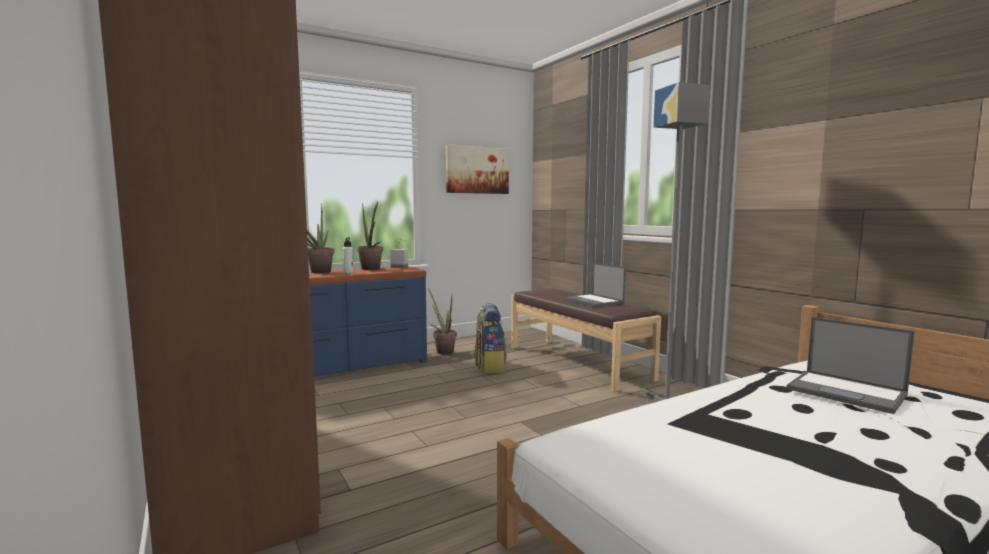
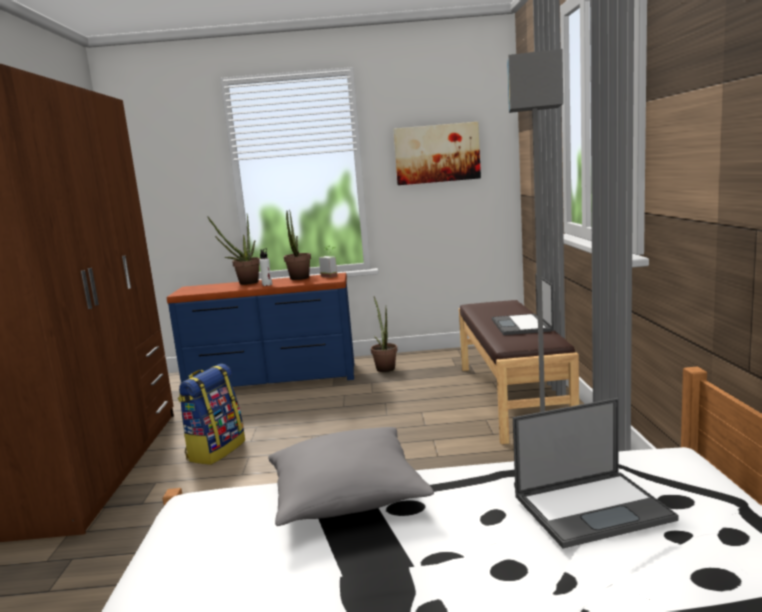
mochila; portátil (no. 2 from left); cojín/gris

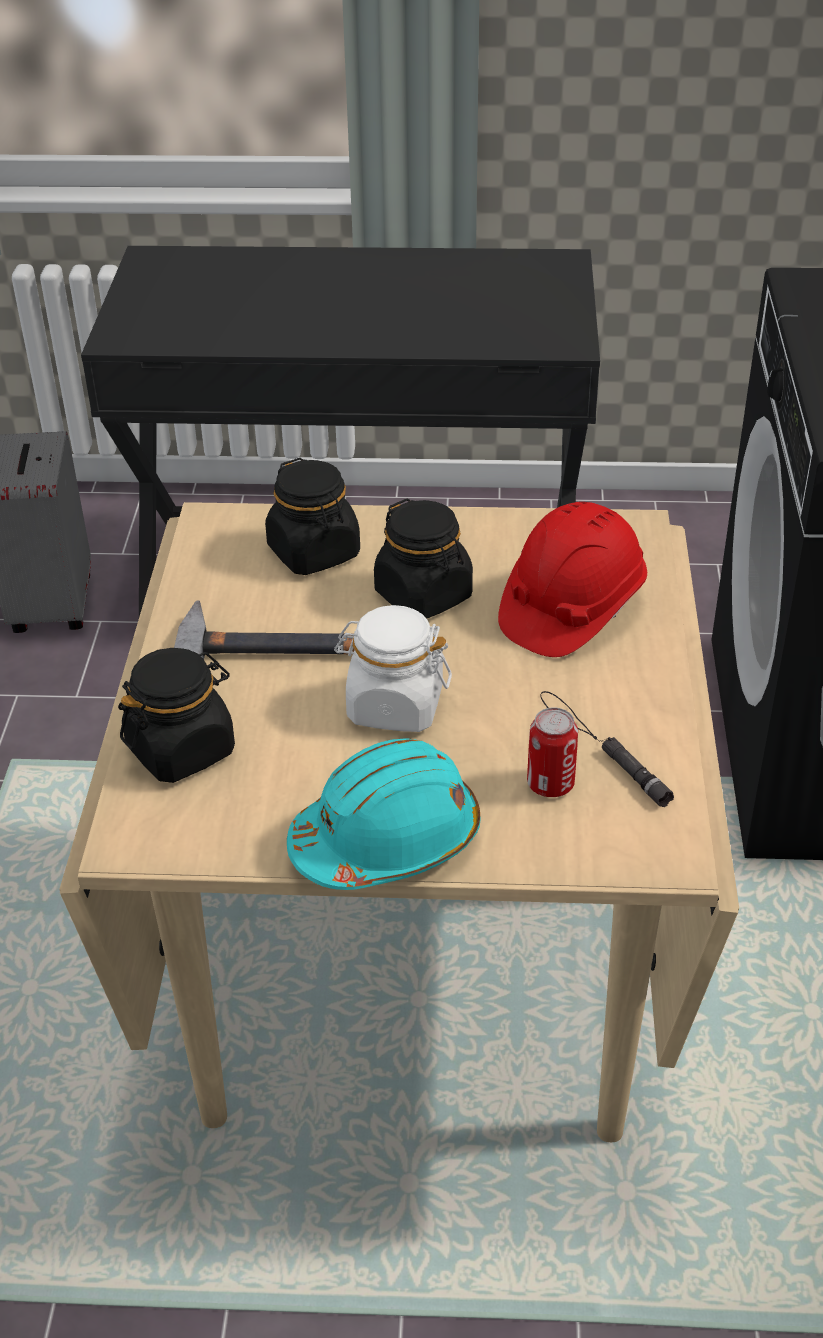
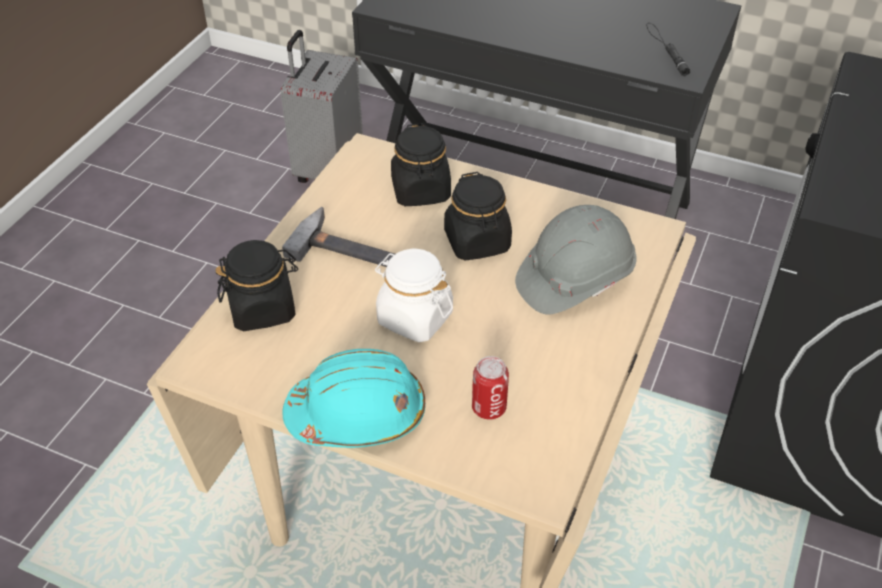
casco/gris; linterna/negro

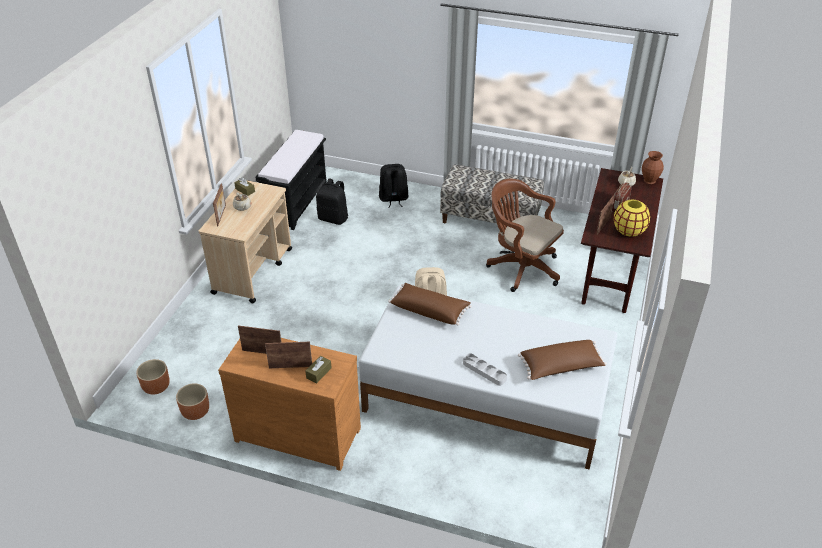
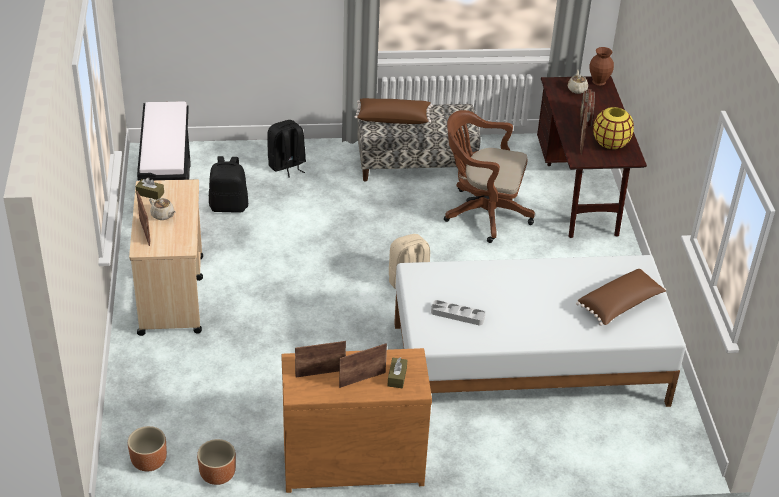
cojín/marrón (no. 1 from left); bandeja/gris

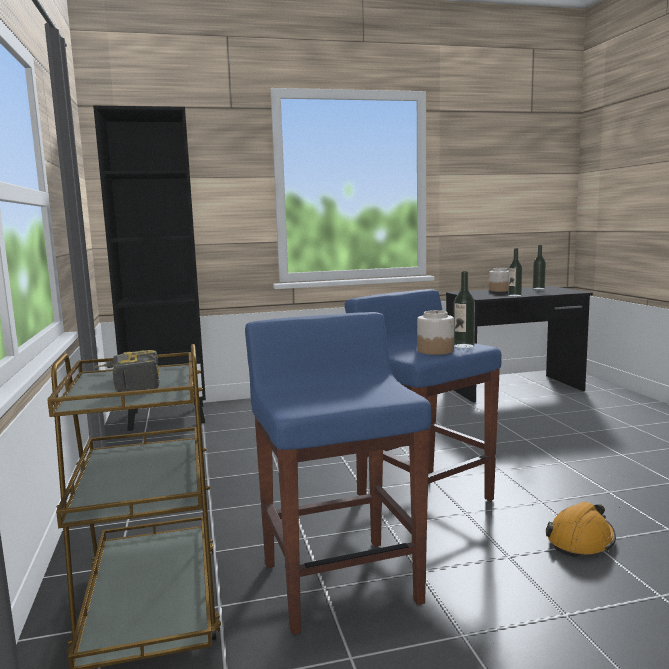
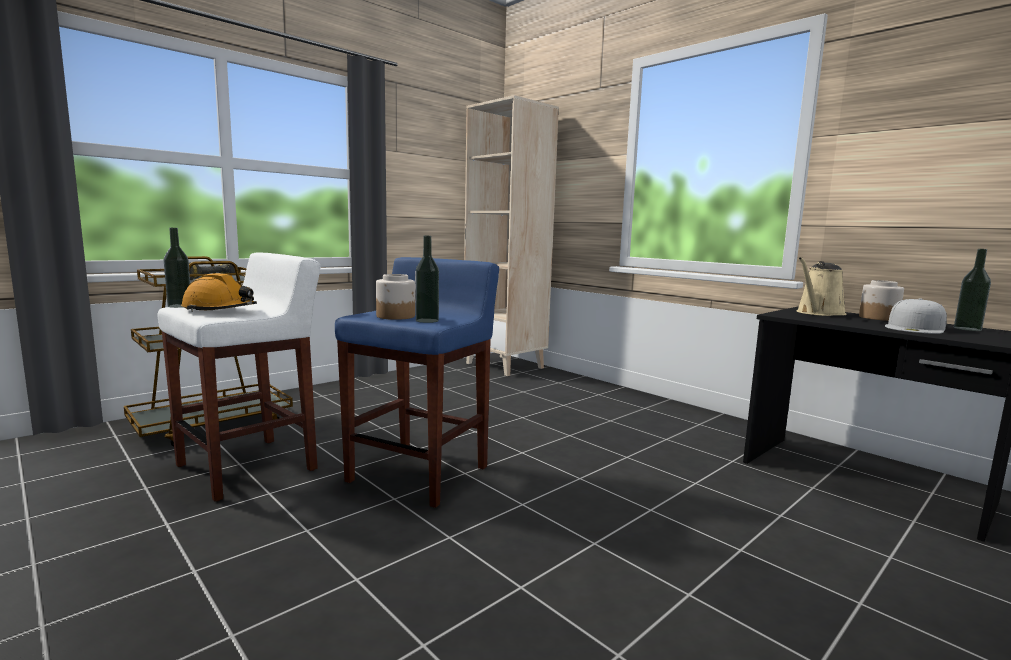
estantería/beis; botella (no. 1 from left); taburete/blanco; casco/naranja; regadera/beis; gorra/blanco

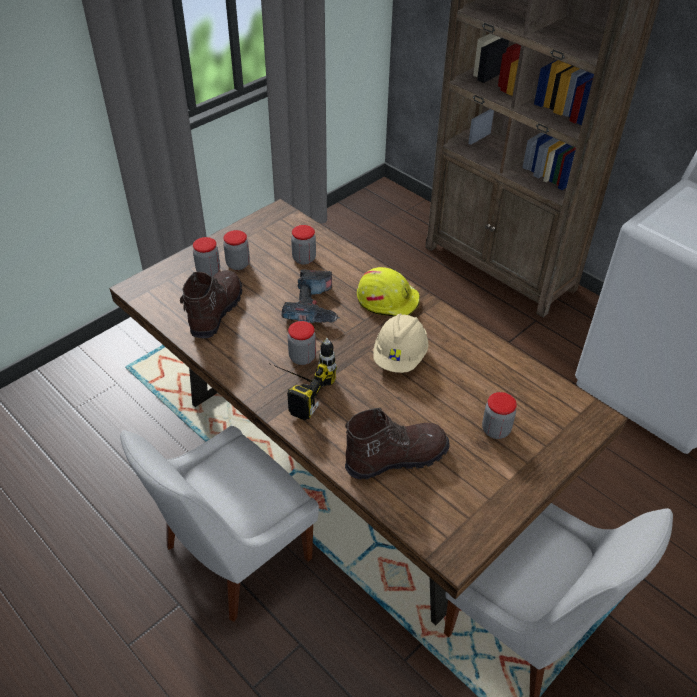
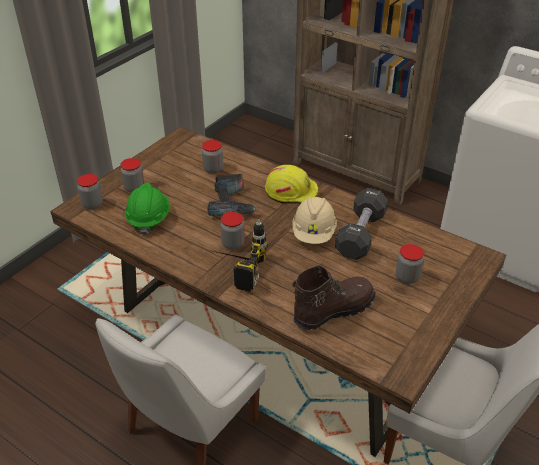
tarro (no. 1 from left); casco/verde; mancuerna/negro

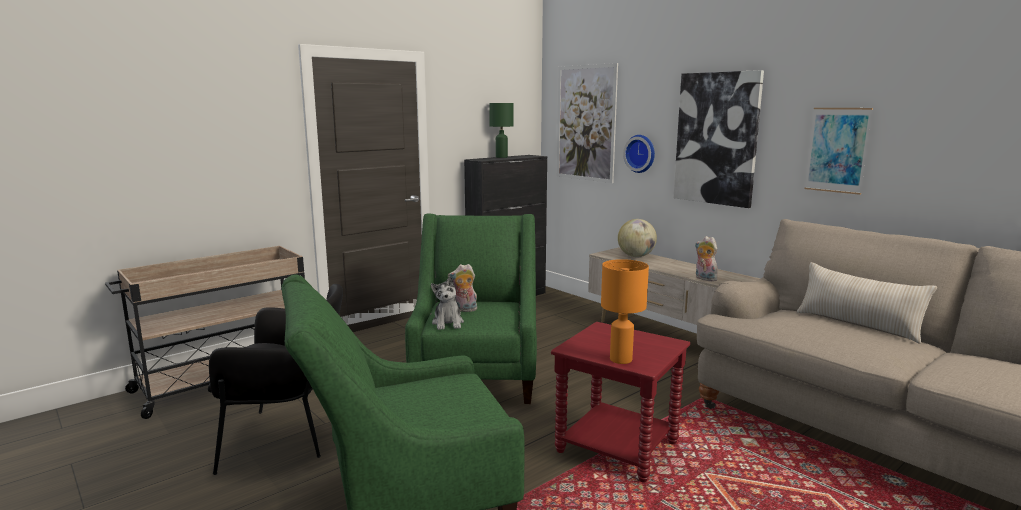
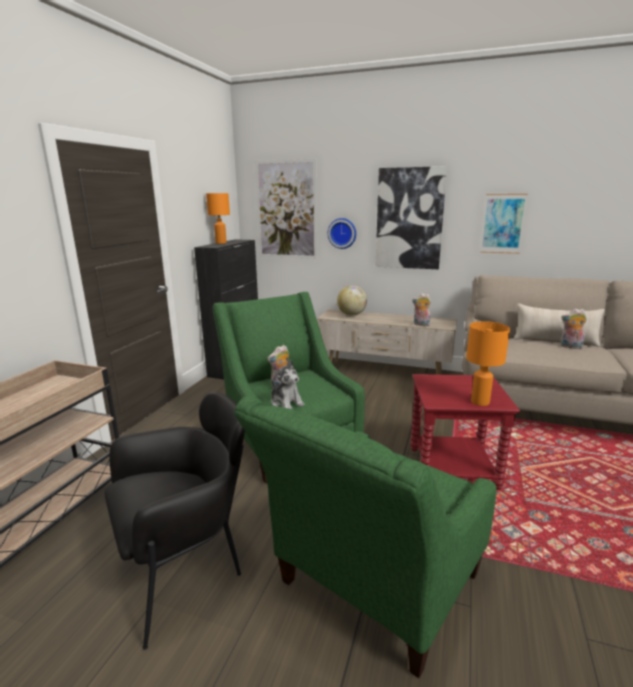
lámpara de mesa/naranja (no. 1 from left); peluche (no. 4 from left)

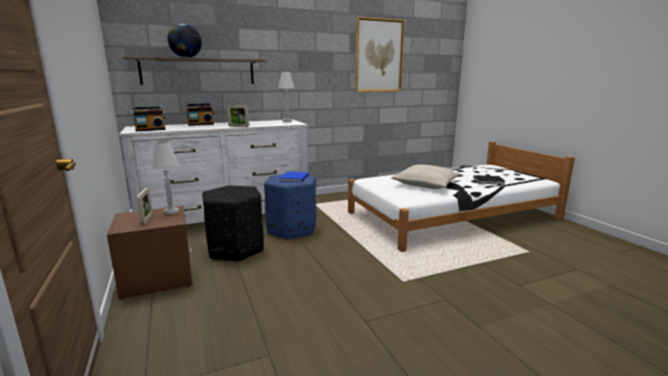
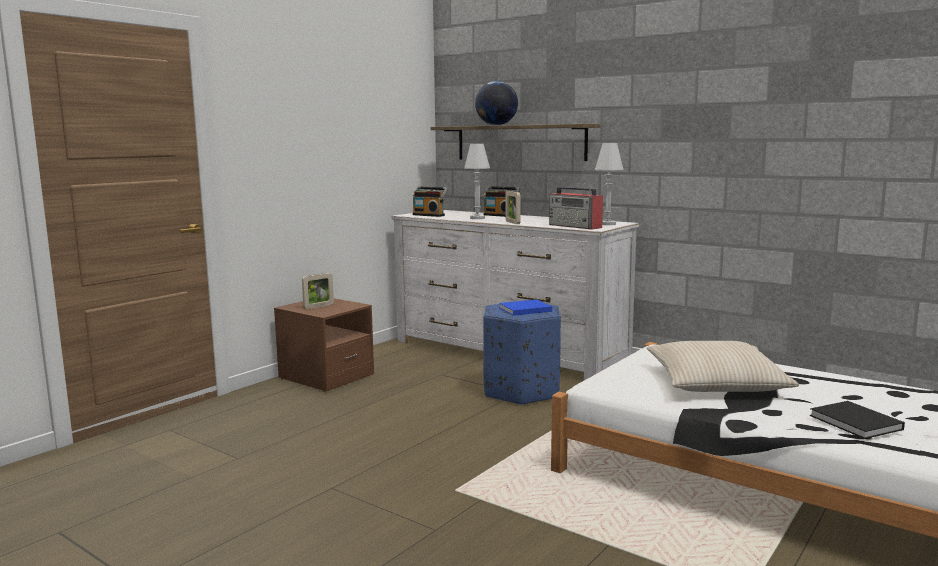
cuadro; lámpara de mesa/blanco (no. 1 from left); puf/negro; radio (no. 3 from left)

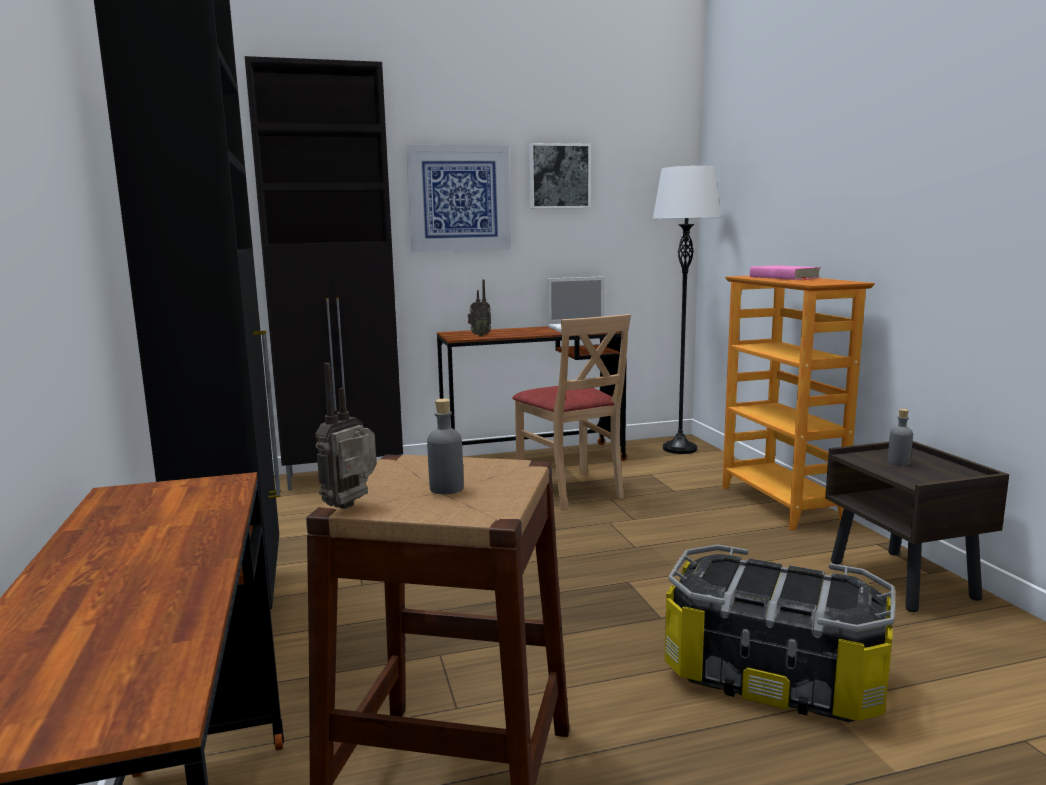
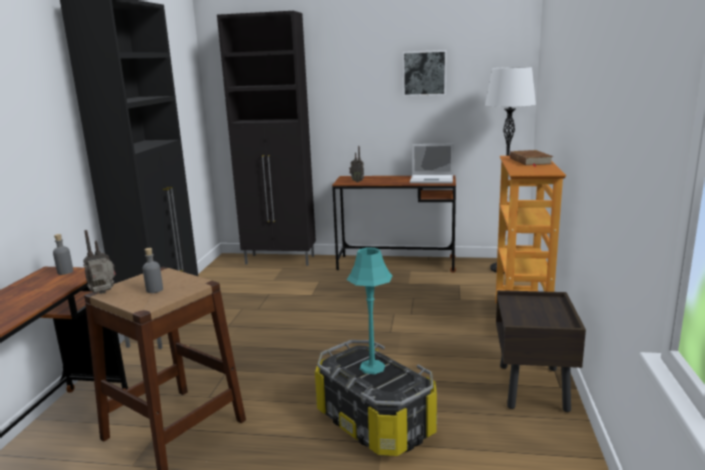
cuadro (no. 1 from left in the first image); libro/marrón; silla/beis; botella/gris (no. 1 from left); lámpara de mesa/turquesa

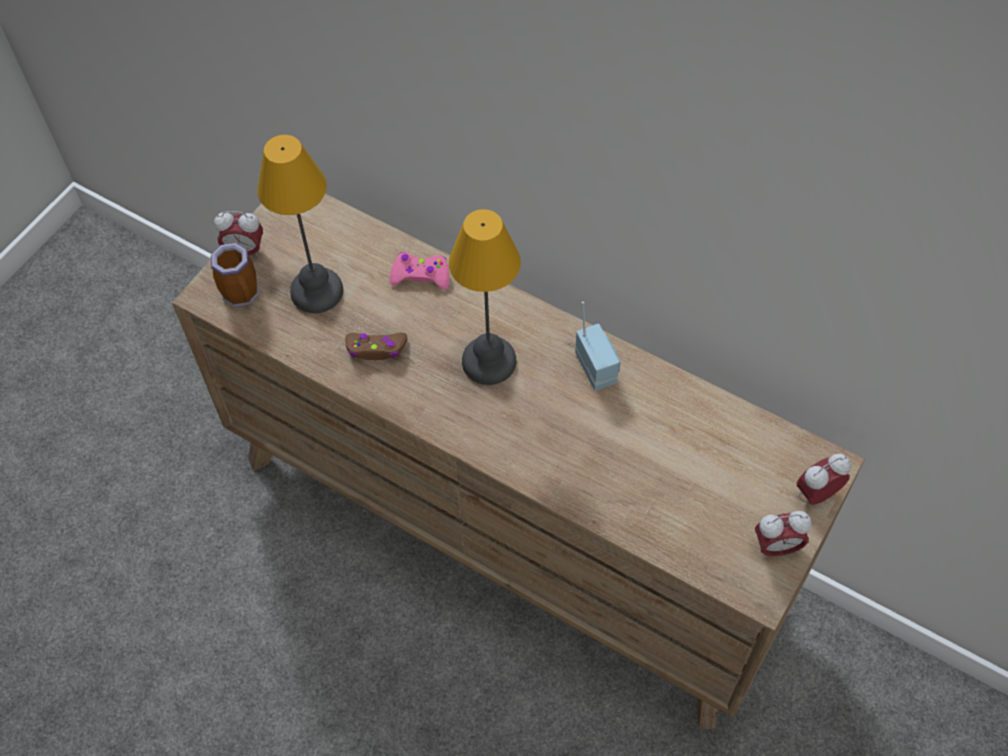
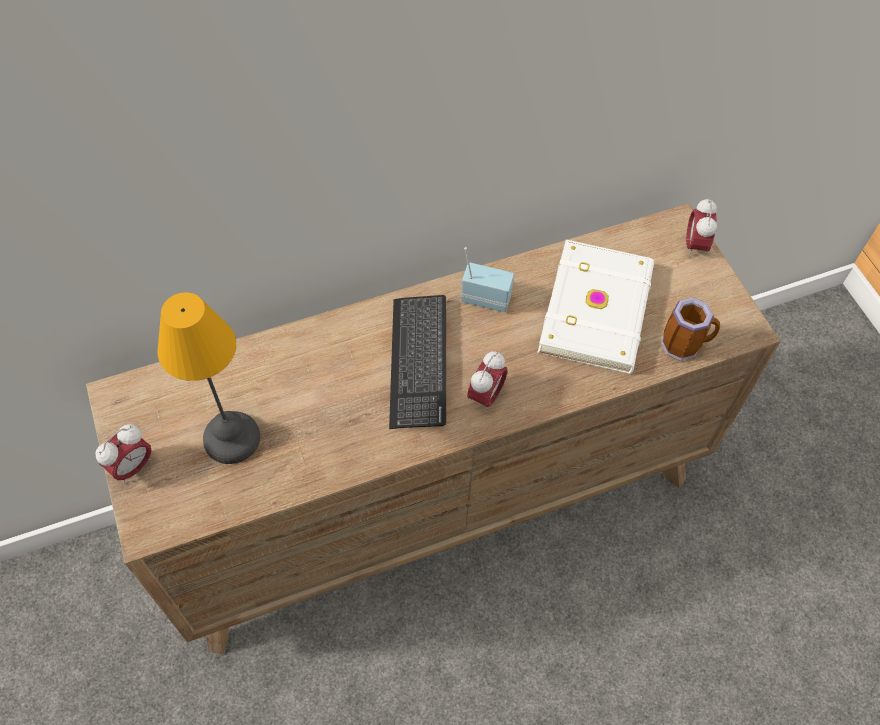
teclado; taza grande; mando de consola/rosa; mando de consola/marrón; despertador (no. 2 from left); libro/blanco

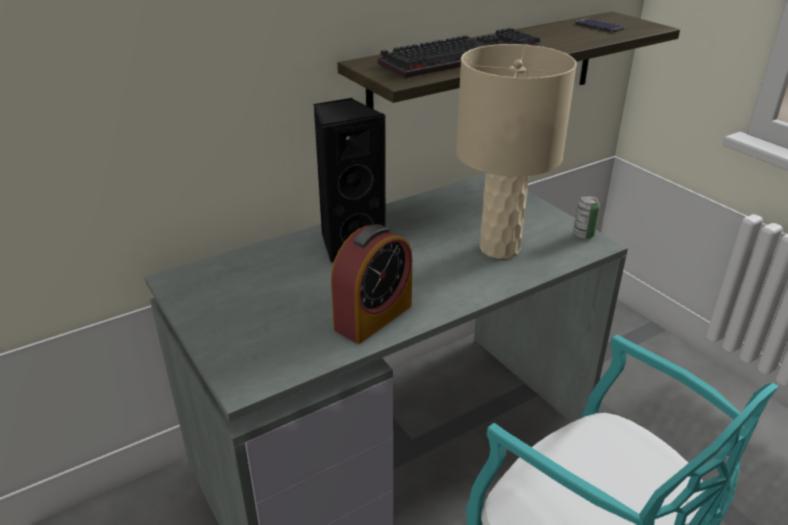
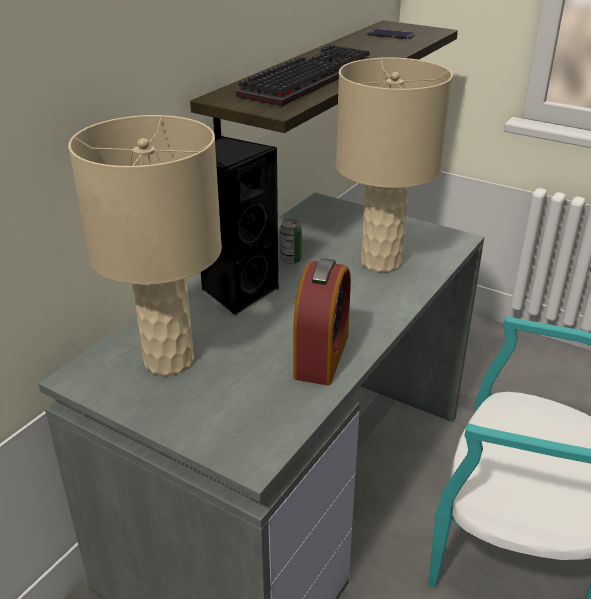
lata; lámpara de mesa/beis (no. 1 from left)

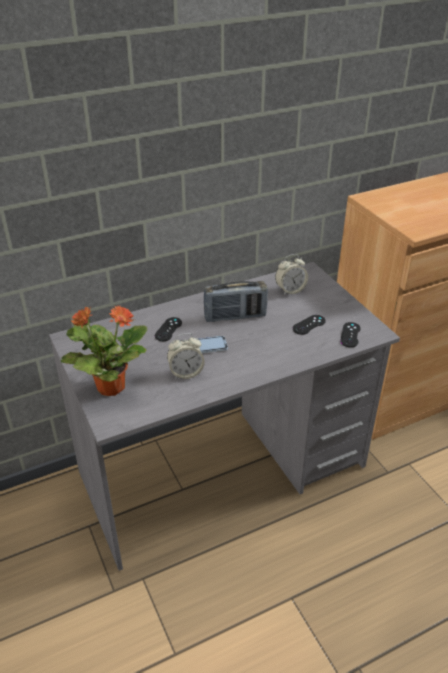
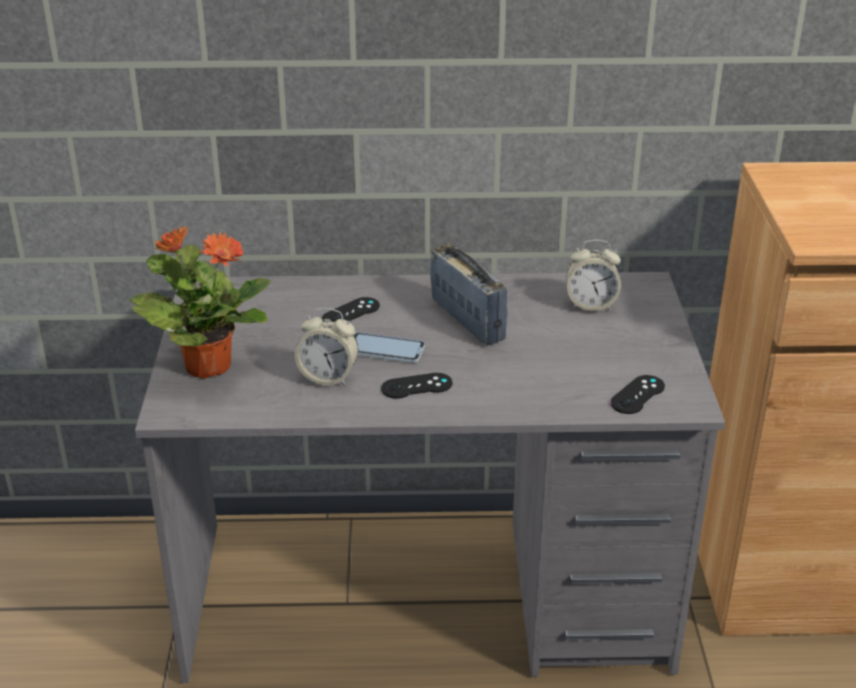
radio; mando de consola/negro (no. 2 from left)

